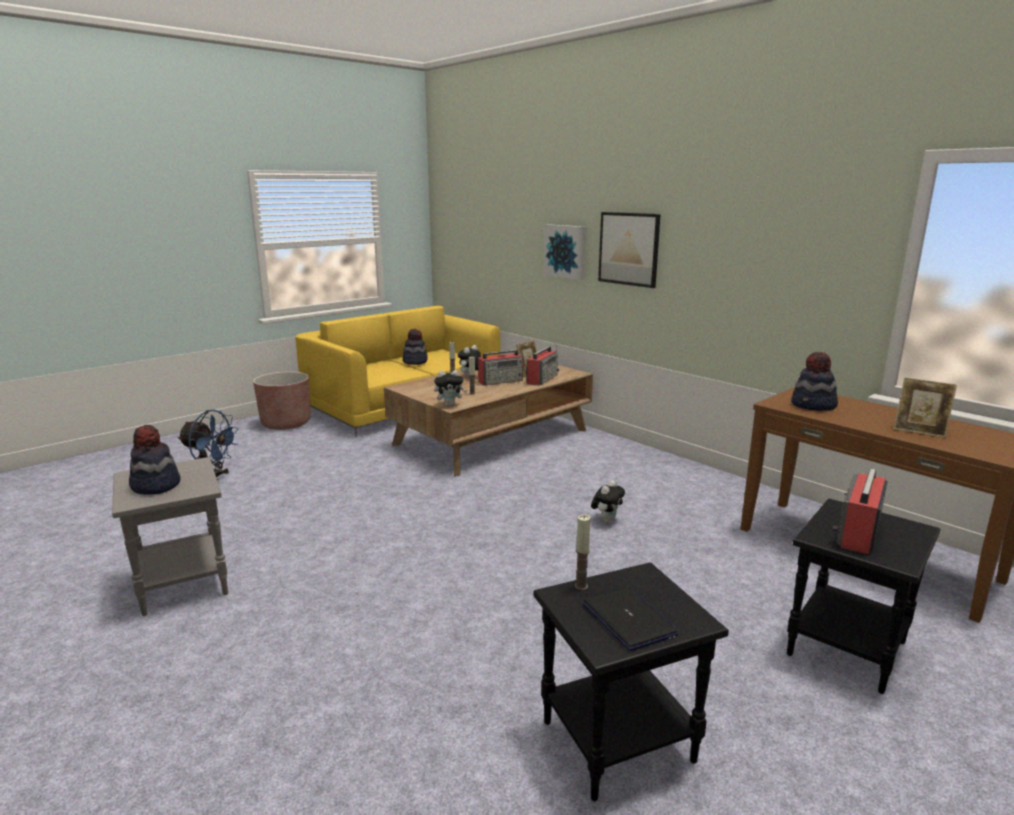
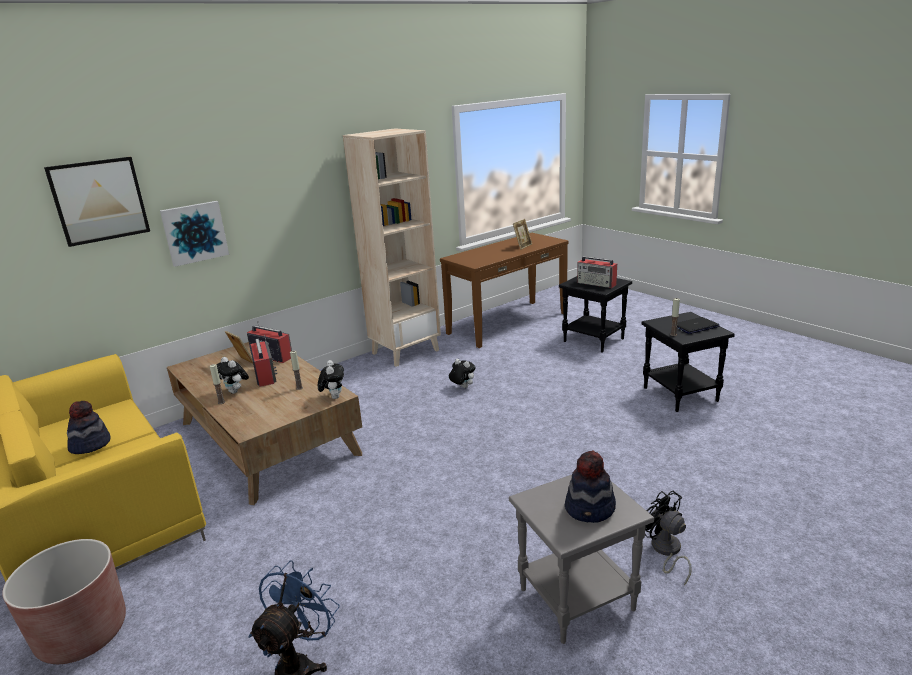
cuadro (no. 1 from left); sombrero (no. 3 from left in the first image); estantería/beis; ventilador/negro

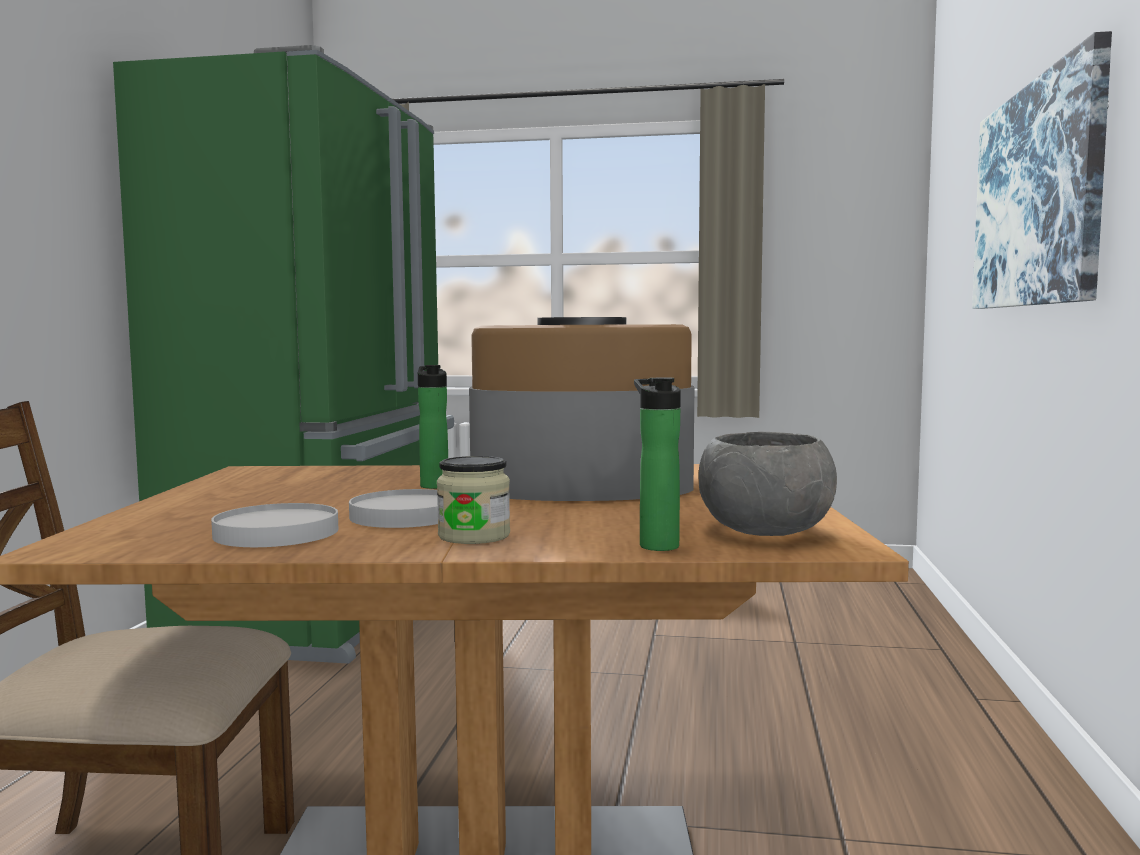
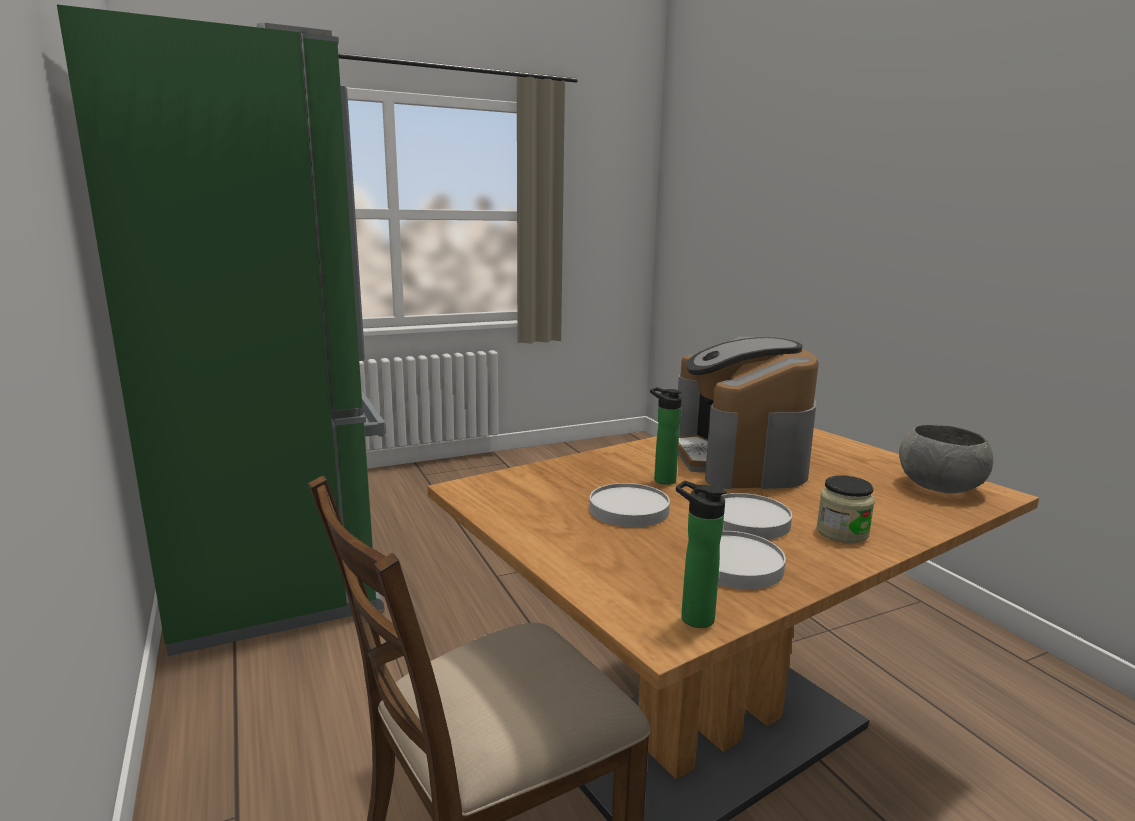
cuadro; cafetera; botella (no. 2 from left); plato/blanco (no. 1 from left)

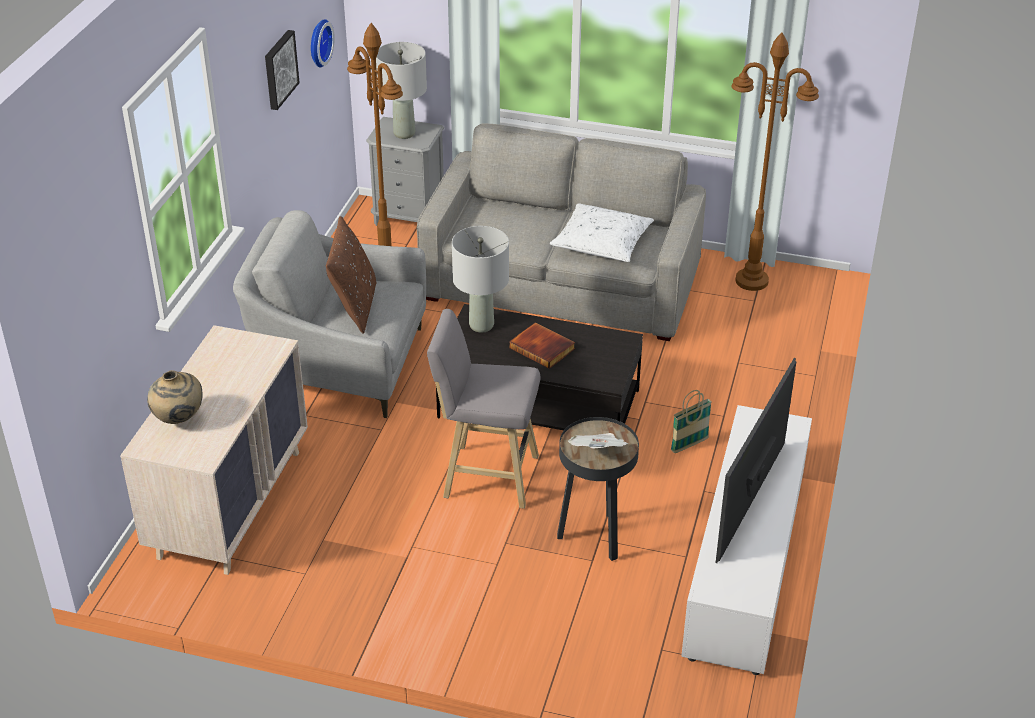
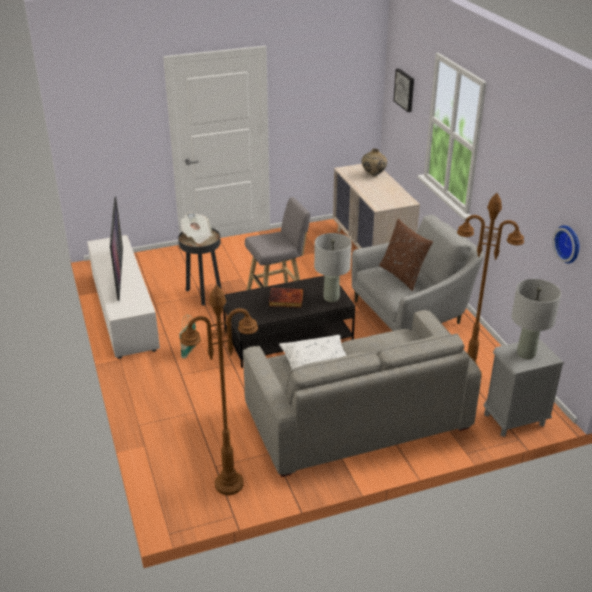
cuadro

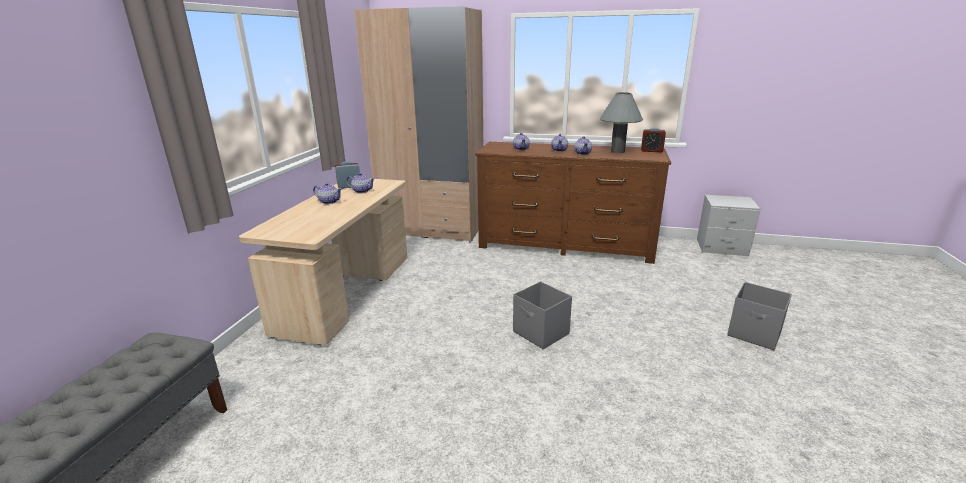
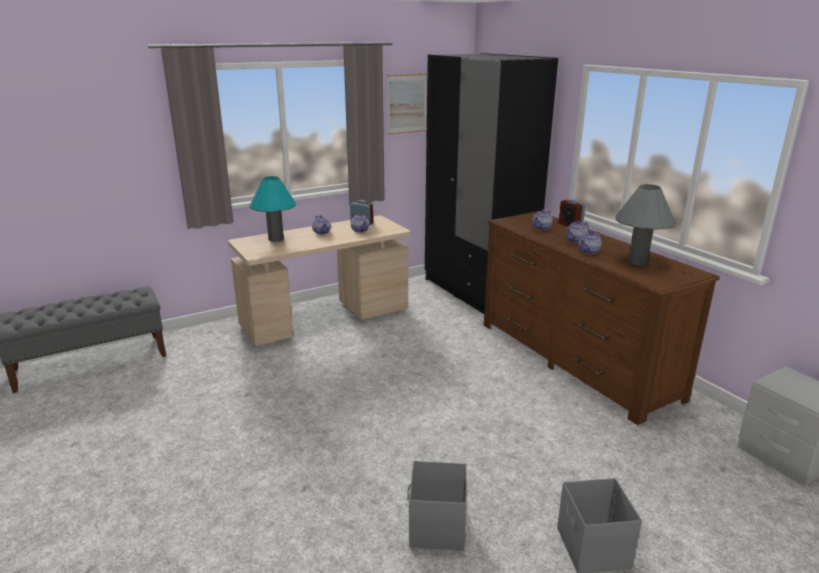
armario ropero/negro; despertador (no. 2 from left); caja de almacenaje/gris (no. 1 from left); cuadro; lámpara de mesa/turquesa

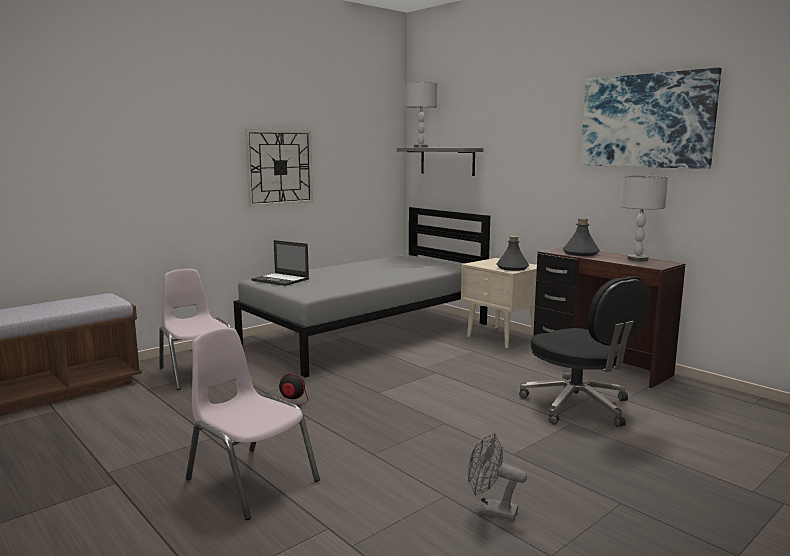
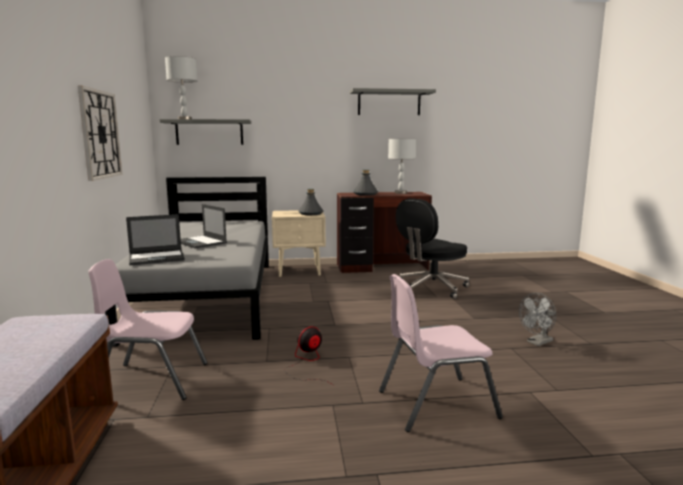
estante/gris (no. 2 from left); silla de oficina/negro; portátil (no. 2 from left)

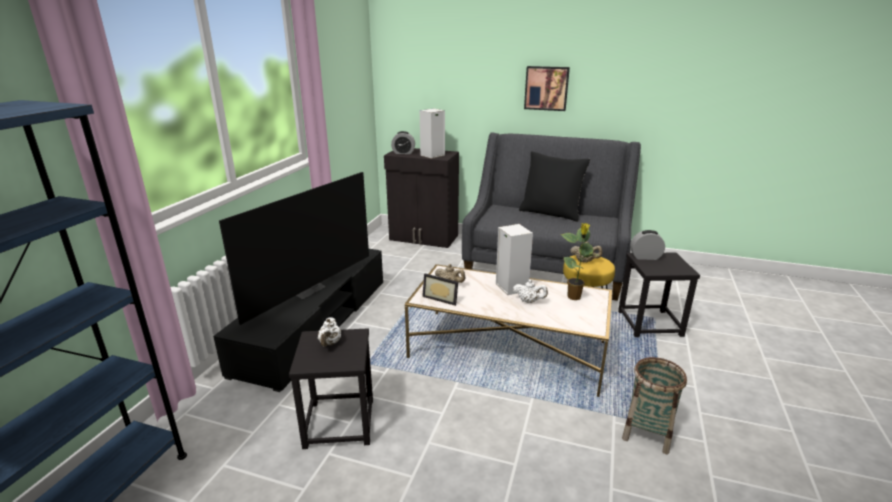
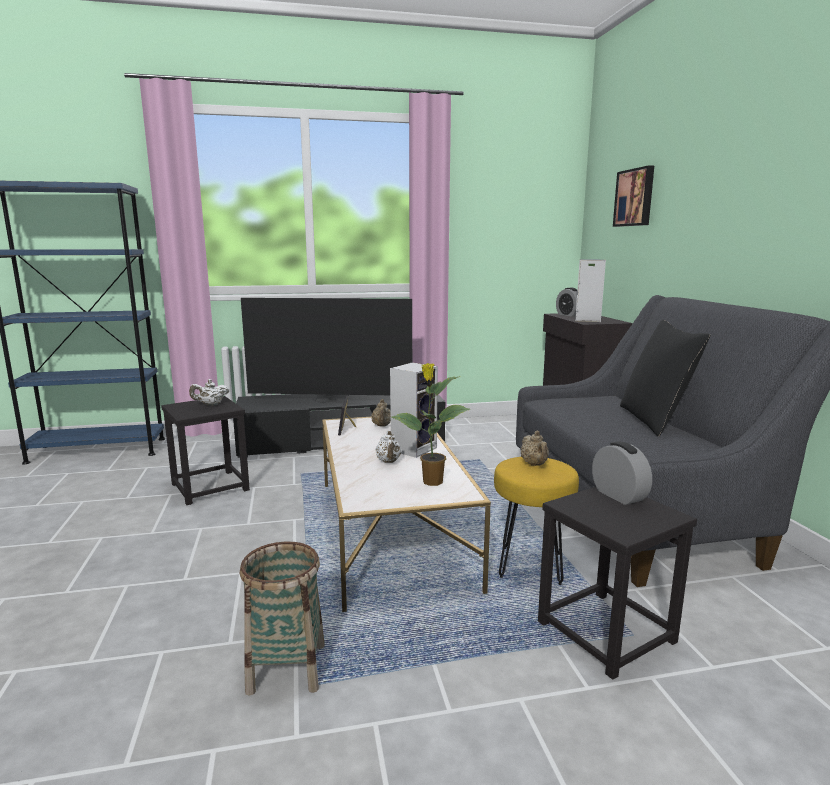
cuadro

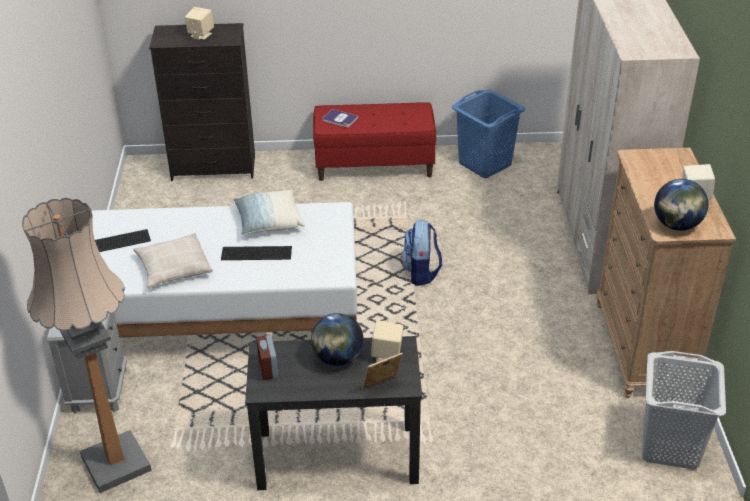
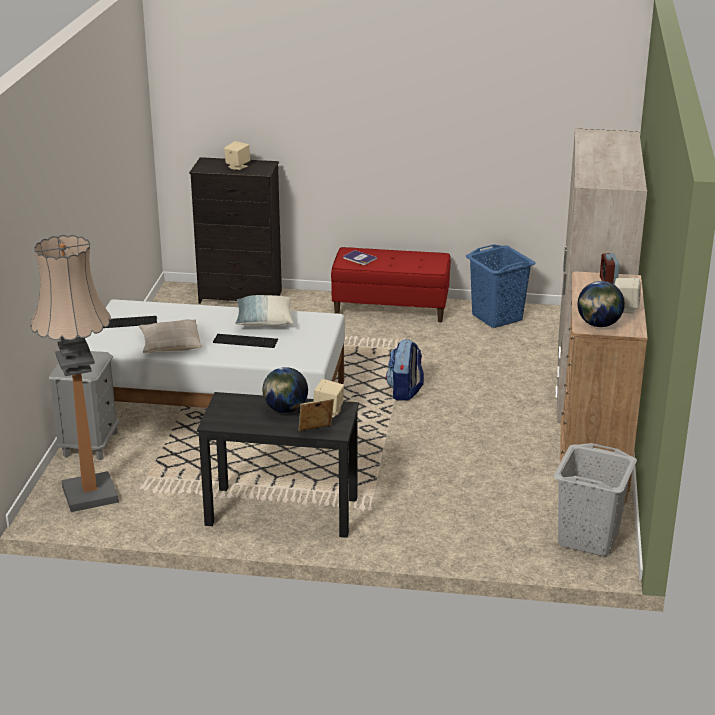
despertador

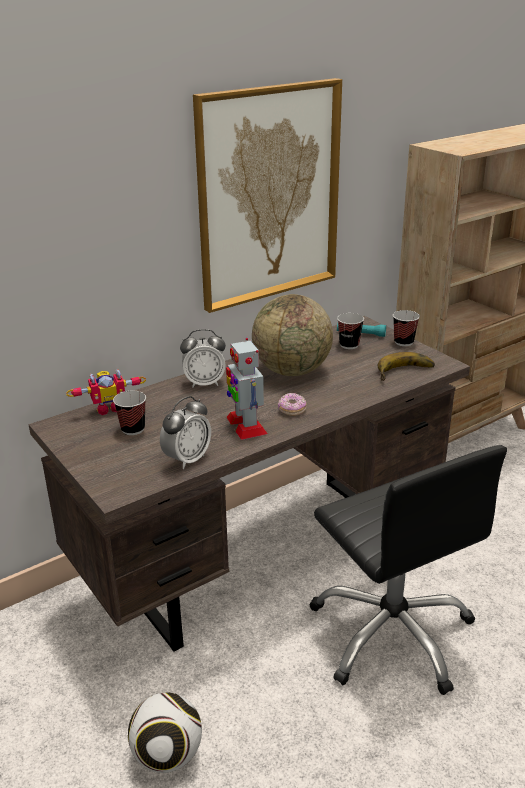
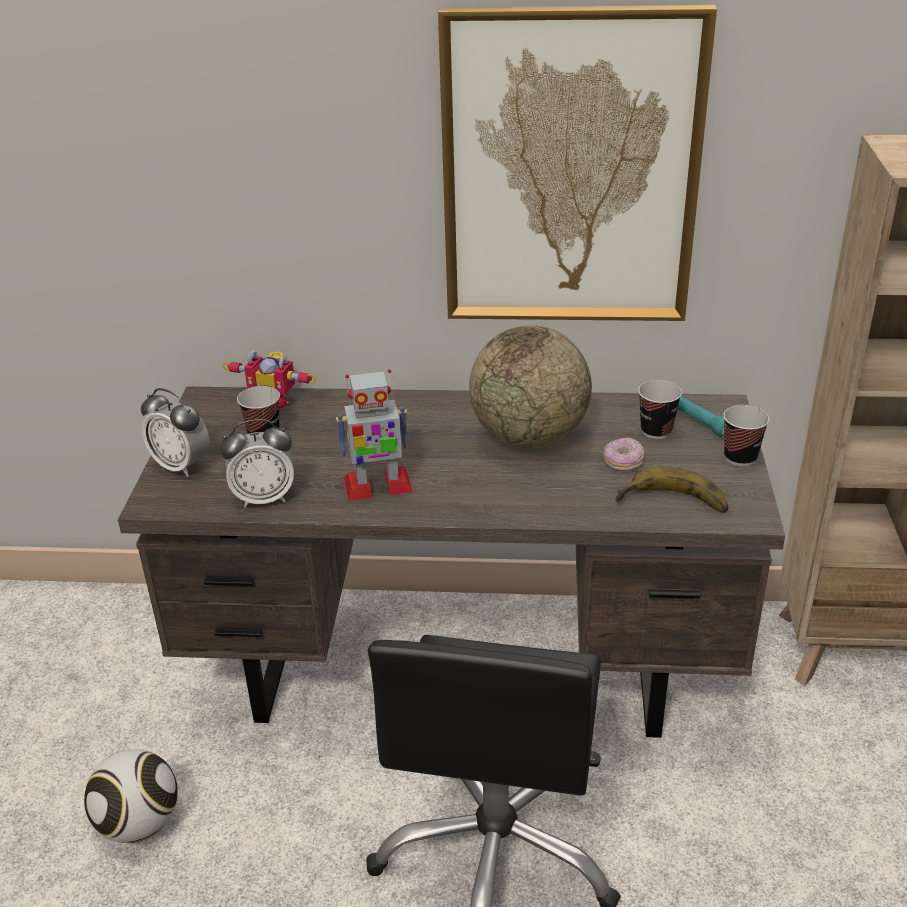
despertador (no. 1 from left); robot de juguete (no. 2 from left); rosquilla

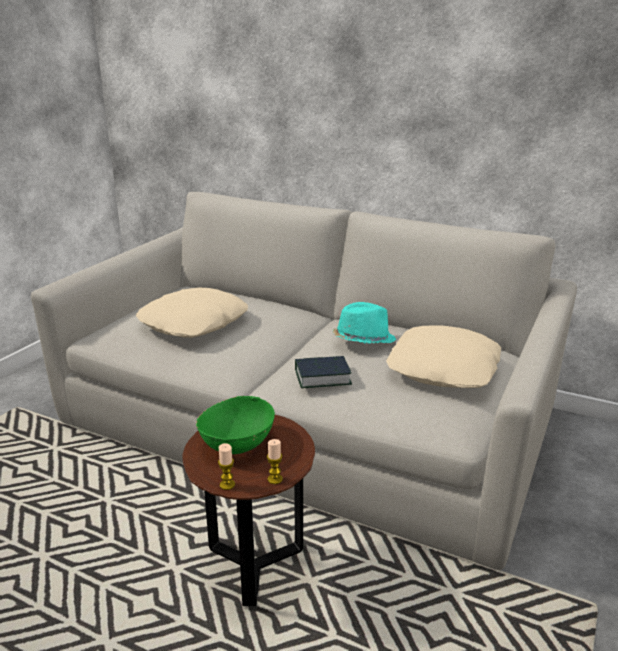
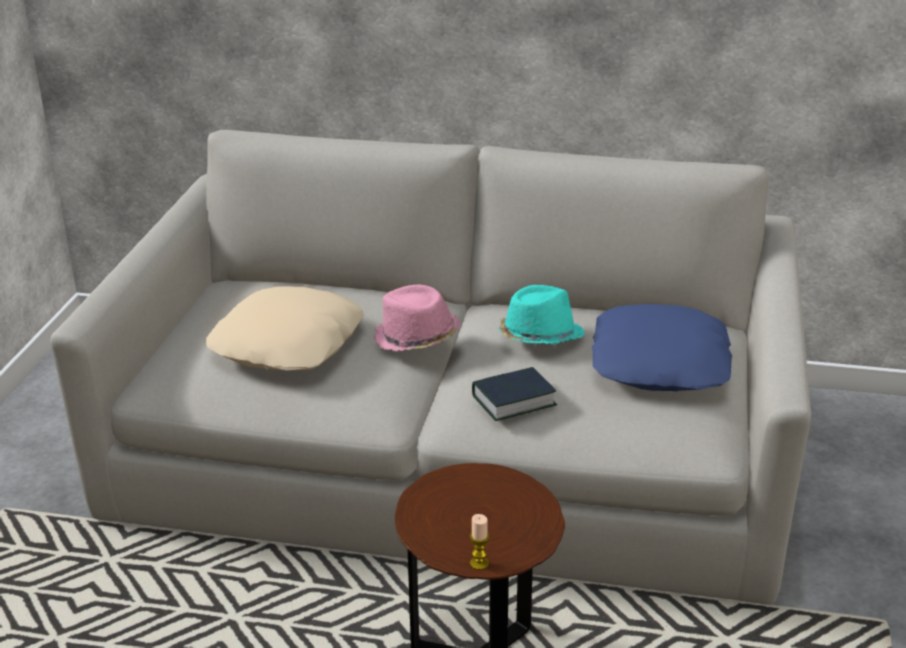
cojín/azul; cuenco/verde; vela (no. 2 from left in the first image); sombrero/rosa

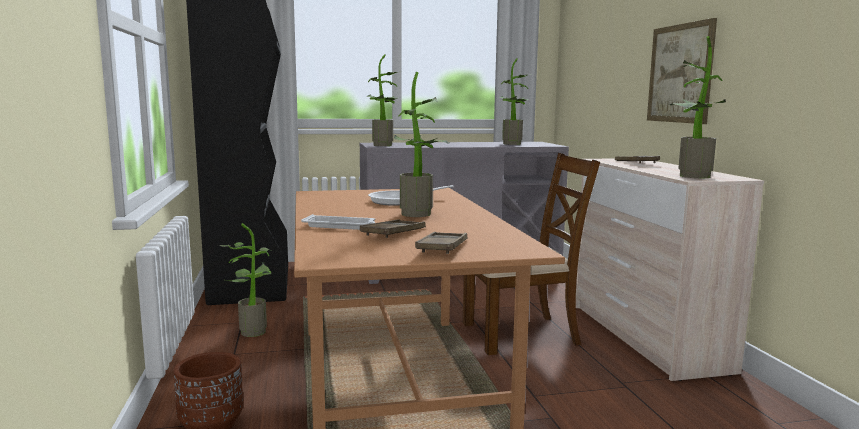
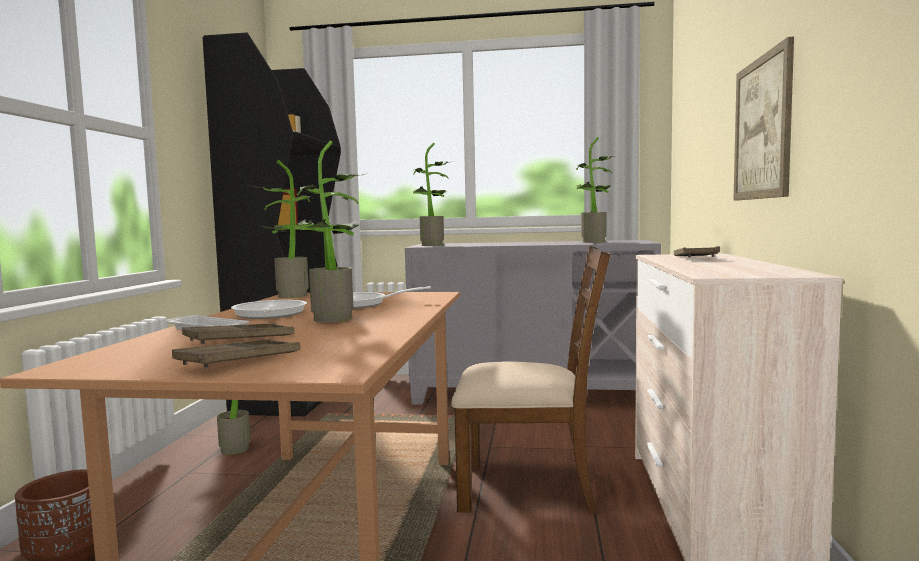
planta en maceta (no. 2 from left); sartén (no. 1 from left)

